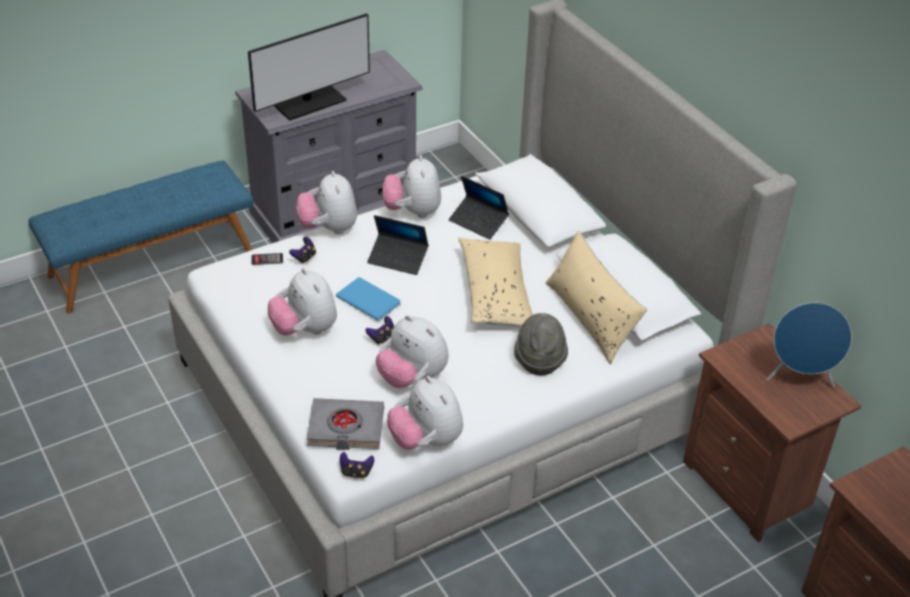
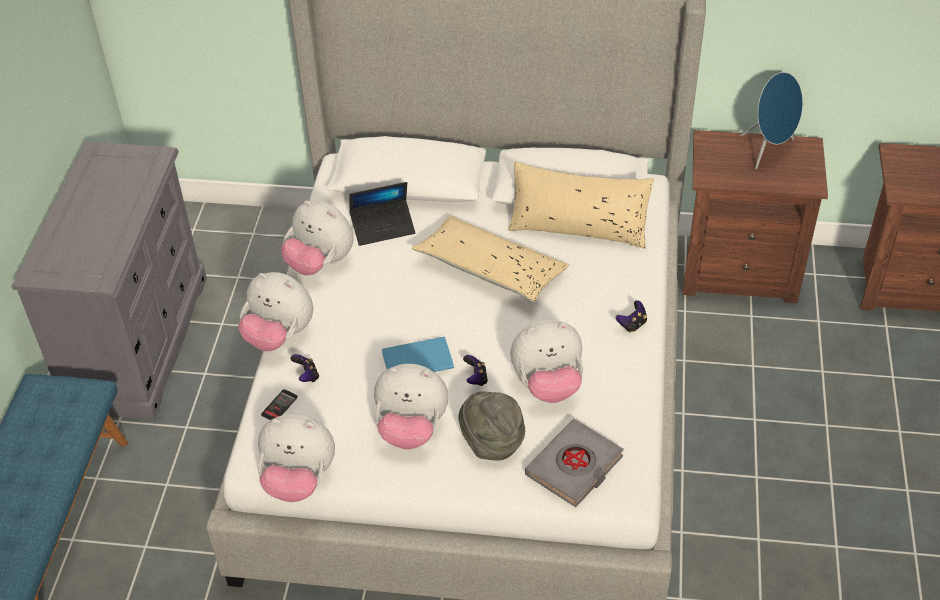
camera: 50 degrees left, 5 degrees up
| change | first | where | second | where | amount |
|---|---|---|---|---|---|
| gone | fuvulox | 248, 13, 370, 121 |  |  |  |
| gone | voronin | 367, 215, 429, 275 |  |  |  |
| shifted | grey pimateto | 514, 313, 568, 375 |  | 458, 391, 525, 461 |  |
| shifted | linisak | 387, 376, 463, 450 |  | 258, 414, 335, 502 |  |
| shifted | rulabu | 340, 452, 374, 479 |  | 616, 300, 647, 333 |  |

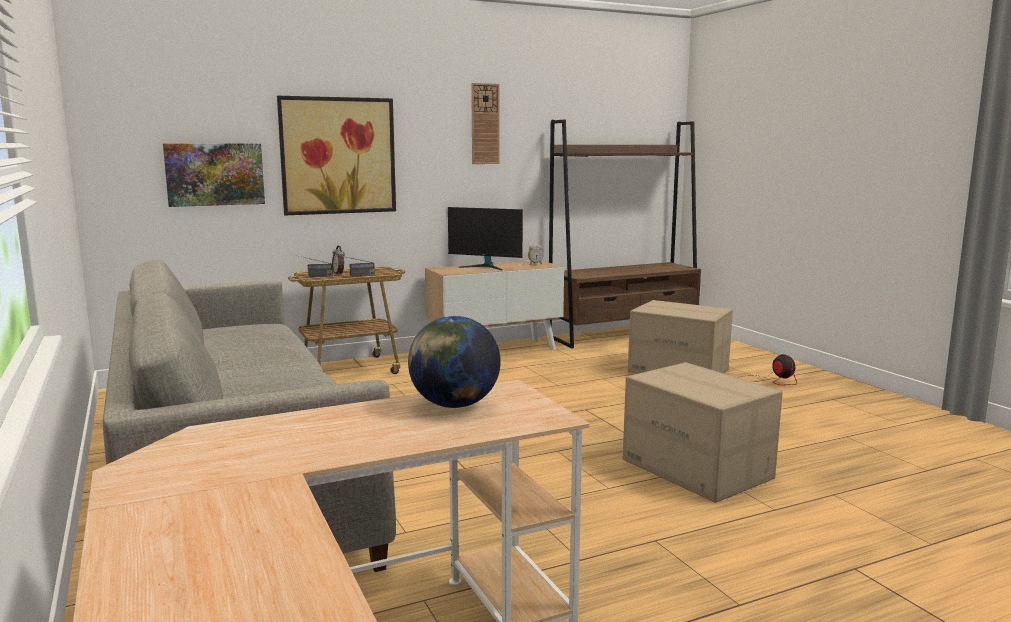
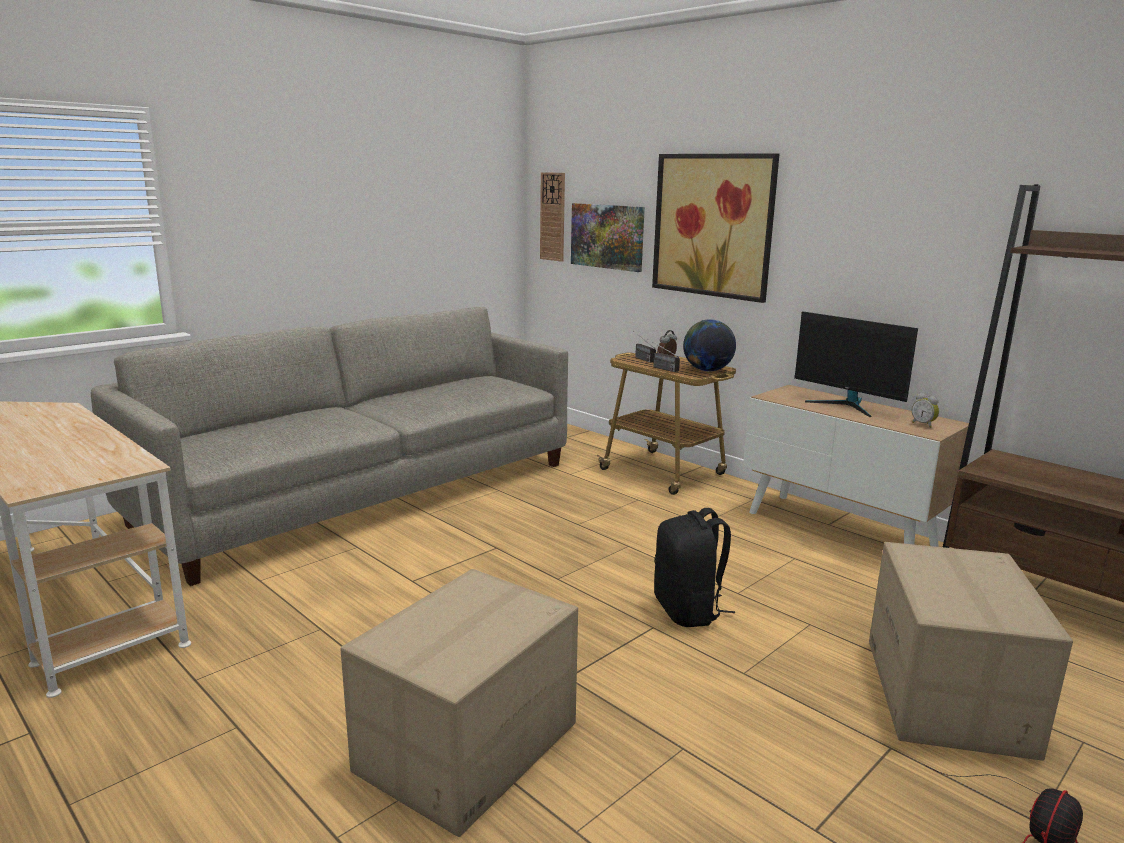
camera: 70 degrees right, 5 degrees up
| change | first | where | second | where | amount |
|---|---|---|---|---|---|
| shifted | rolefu | 471, 83, 500, 164 |  | 540, 172, 565, 262 |  |
| rotated | fuvulox | 448, 207, 523, 270 |  | 794, 311, 918, 417 | 45 degrees counterclockwise |
| shifted | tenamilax | 408, 316, 501, 408 |  | 683, 319, 736, 371 |  |
| new |  |  | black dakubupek | 654, 508, 735, 627 |  |

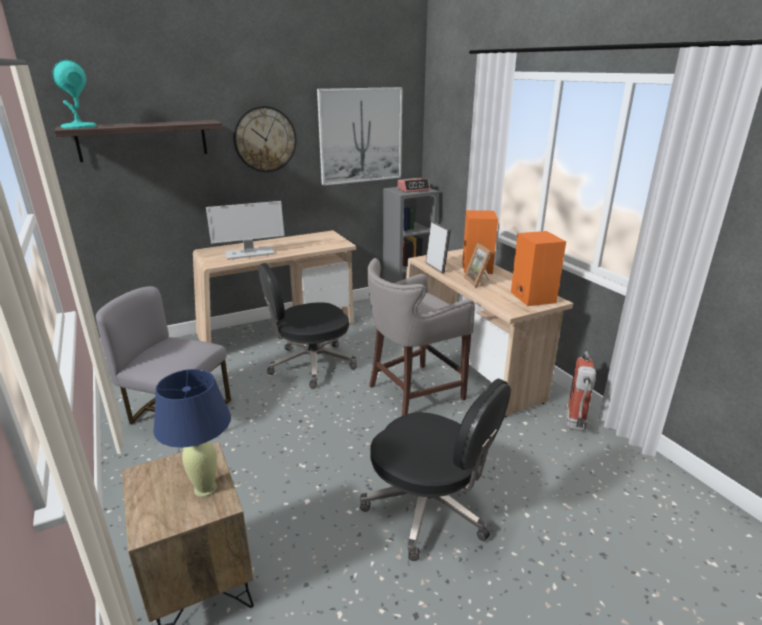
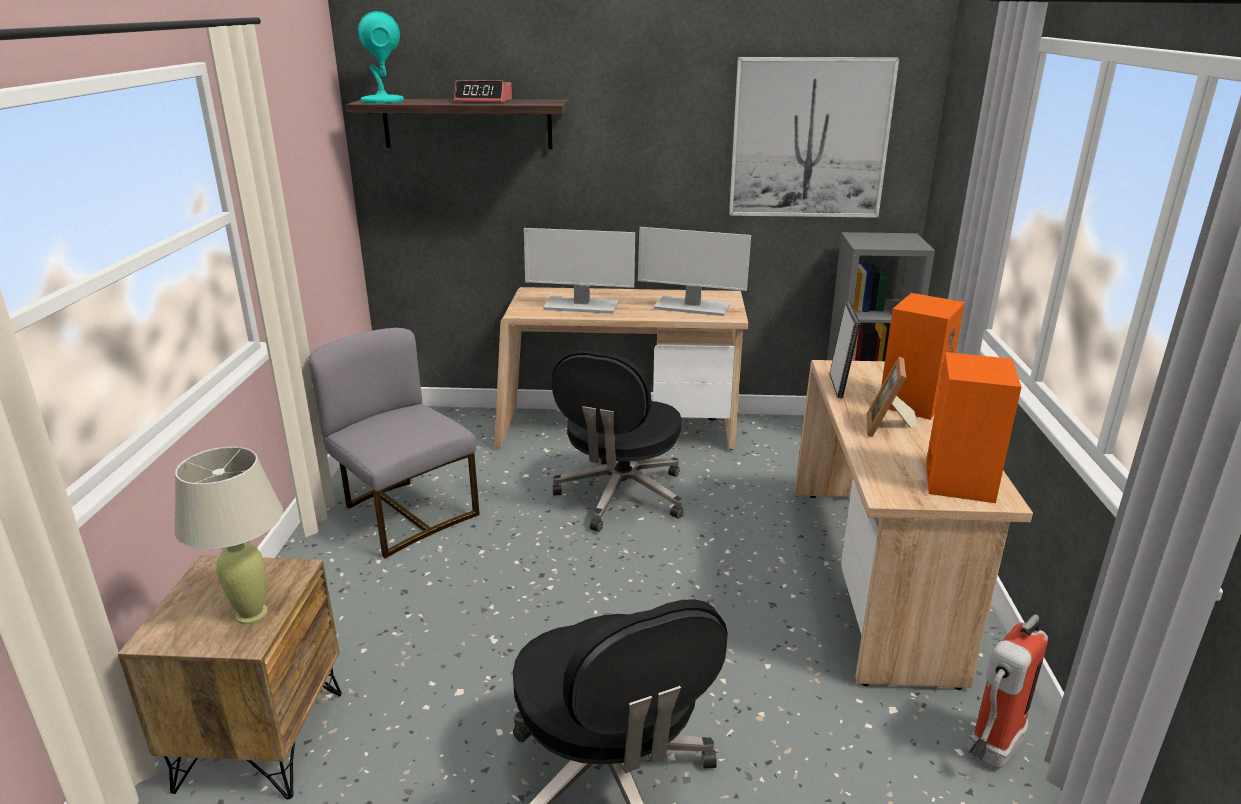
camera: 30 degrees right, 0 degrees up
| change | first | where | second | where | amount |
|---|---|---|---|---|---|
| gone | rolefu | 233, 106, 296, 172 |  |  |  |
| shifted | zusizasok | 398, 178, 430, 192 |  | 454, 80, 512, 103 |  |
| gone | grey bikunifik | 367, 258, 475, 416 |  |  |  |
| rotated | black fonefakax | 258, 263, 357, 389 |  | 552, 350, 683, 532 | 75 degrees counterclockwise |
| repainted | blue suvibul | 154, 369, 231, 497 | beige suvibul | 174, 447, 283, 624 |  |
| new |  |  | fuvulox | 638, 227, 751, 316 |  |

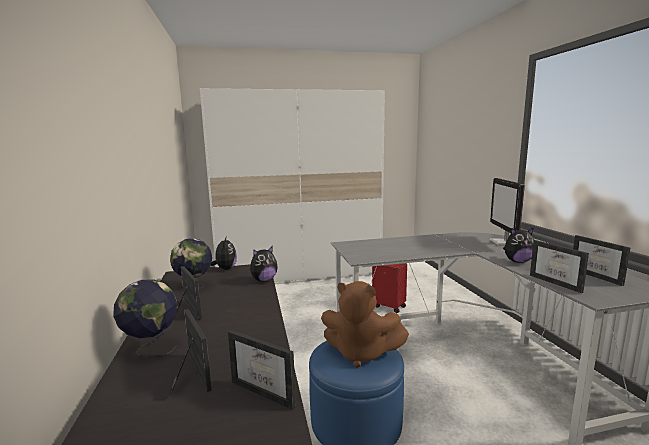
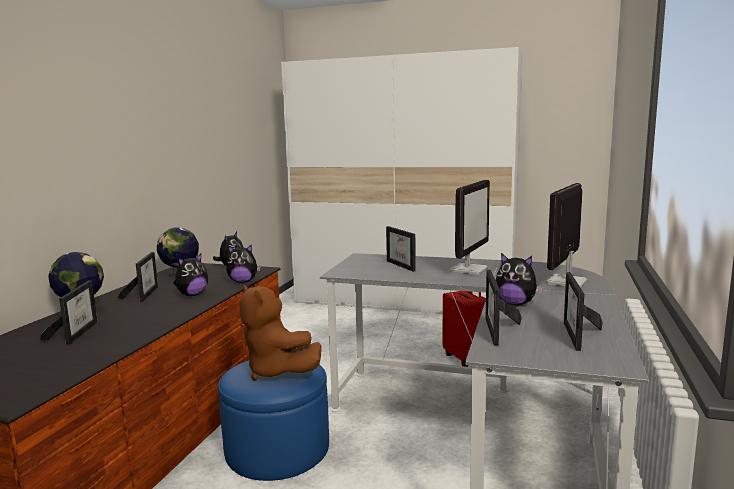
camera: 30 degrees right, 0 degrees up
| change | first | where | second | where | amount |
|---|---|---|---|---|---|
| shifted | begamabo | 228, 330, 296, 410 |  | 386, 226, 416, 272 |  |
| new |  |  | fuvulox | 450, 180, 490, 274 |  |
| new |  |  | linisak | 173, 254, 208, 296 |  |

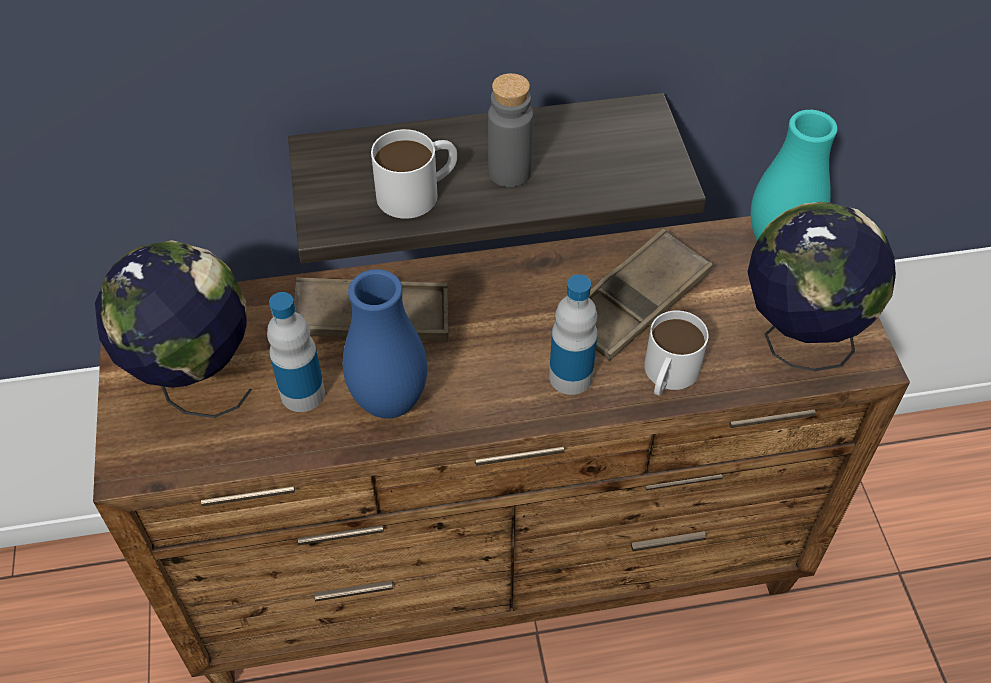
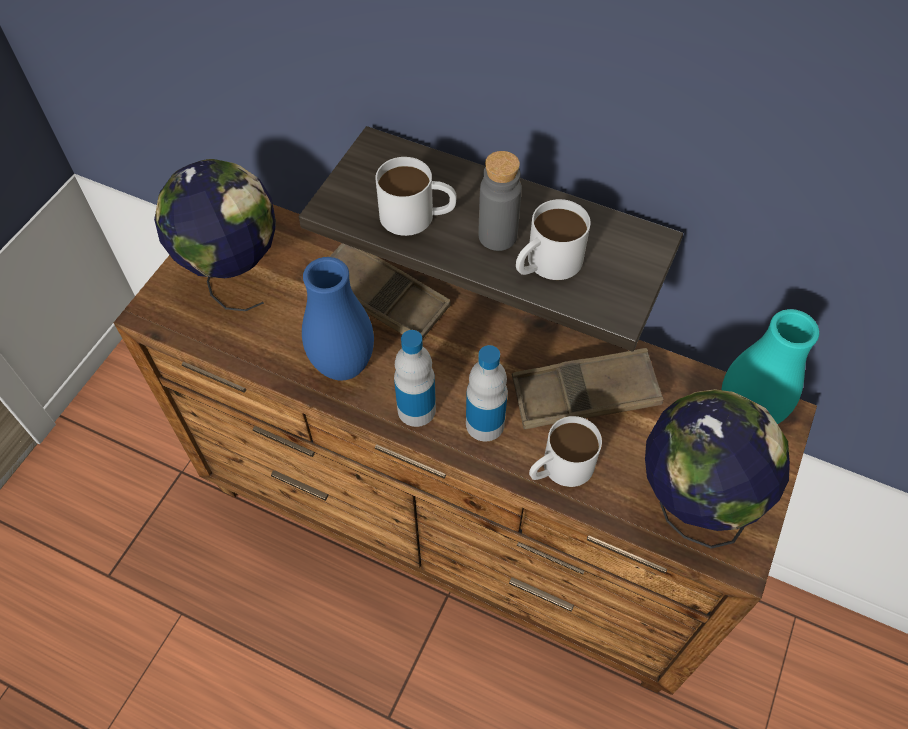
camera: 35 degrees right, 5 degrees up
| change | first | where | second | where | amount |
|---|---|---|---|---|---|
| shifted | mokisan | 267, 292, 325, 412 |  | 394, 330, 436, 427 |  |
| new |  |  | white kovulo | 516, 199, 591, 280 |  |

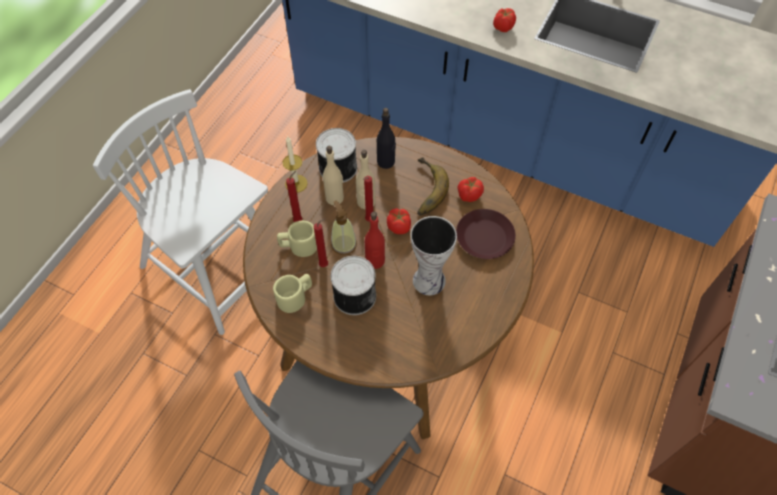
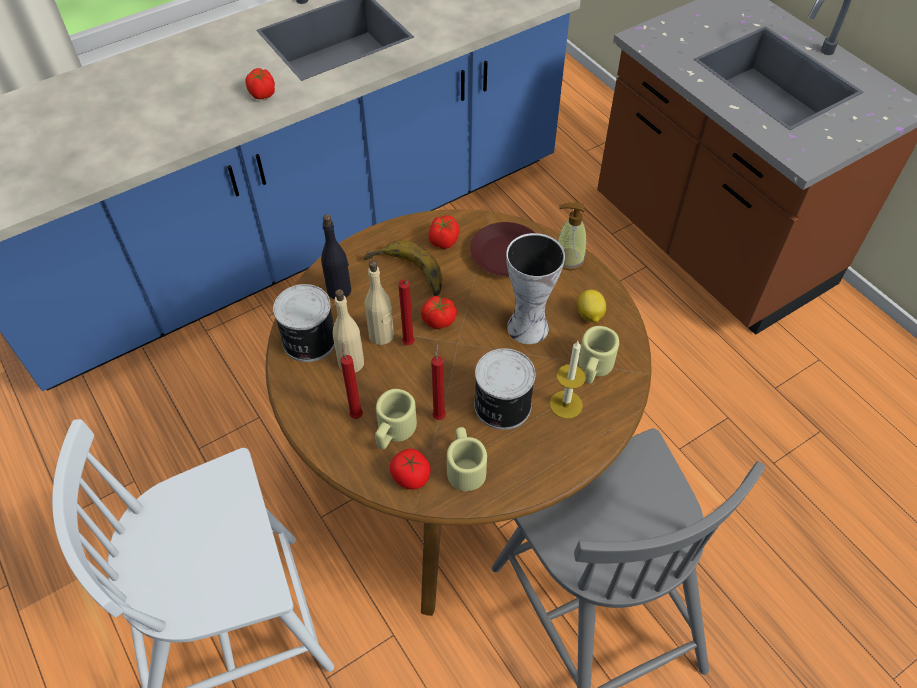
camera: 60 degrees left, 5 degrees down
| change | first | where | second | where | amount |
|---|---|---|---|---|---|
| shifted | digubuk | 282, 137, 308, 193 |  | 550, 341, 586, 419 |  |
| shifted | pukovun | 331, 201, 357, 255 |  | 558, 202, 586, 270 |  |
| gone | red mokisan | 365, 212, 385, 269 |  |  |  |
| new |  |  | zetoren | 577, 290, 606, 323 |  |
| new |  |  | beige kovulo | 578, 326, 619, 384 |  |
| new |  |  | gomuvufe | 390, 449, 431, 490 |  |

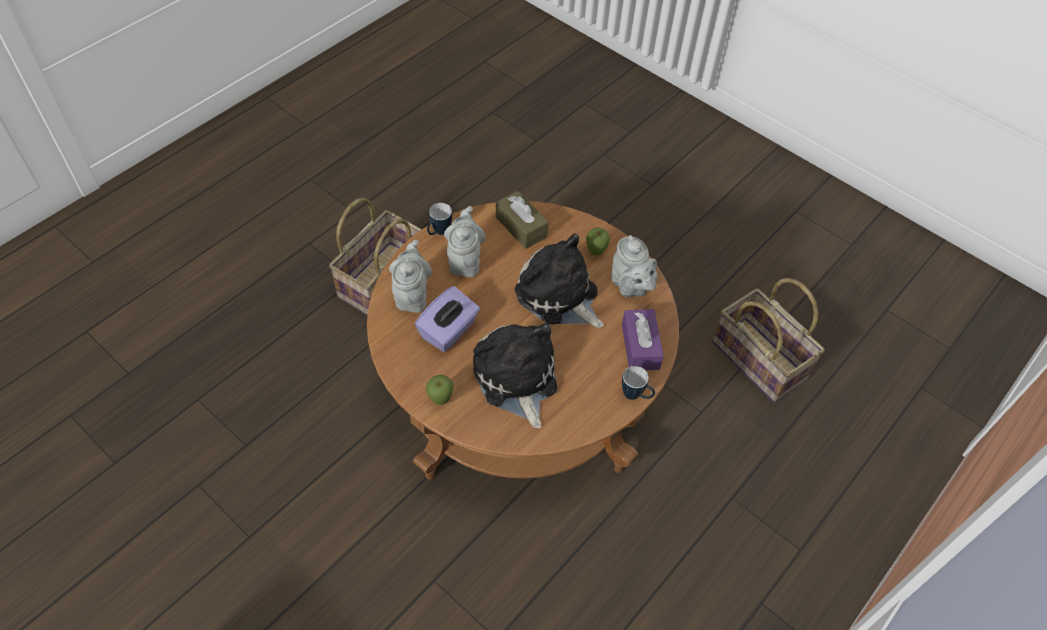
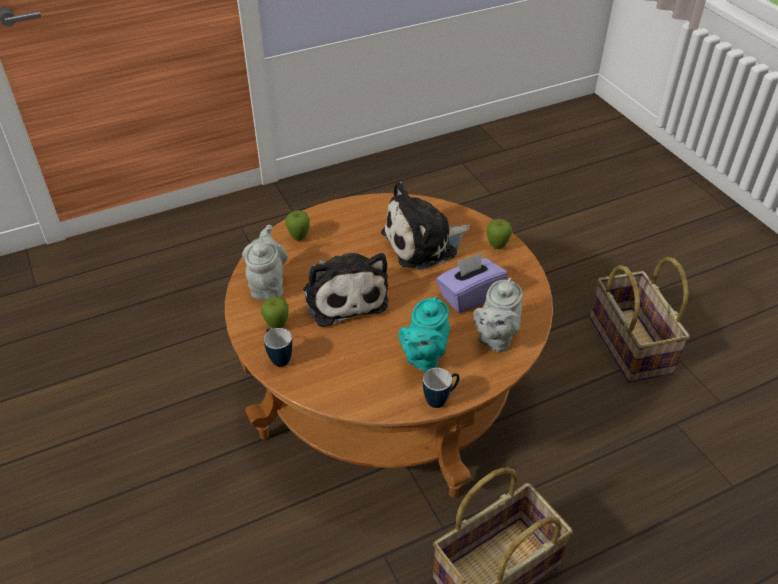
camera: 155 degrees left, 10 degrees down
| change | first | where | second | where | amount |
|---|---|---|---|---|---|
| gone | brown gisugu | 496, 191, 549, 249 |  |  |  |
| repainted | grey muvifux | 444, 206, 486, 277 | turquoise muvifux | 399, 296, 450, 372 |  |
| shifted | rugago | 712, 278, 825, 403 |  | 590, 257, 690, 383 |  |
| swapped | purple gisugu | 622, 309, 664, 370 | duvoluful | 286, 210, 310, 241 |  |
| rotated | linisak | 473, 323, 557, 429 |  | 381, 182, 470, 270 | 60 degrees clockwise |
| shifted | kovulo | 622, 366, 655, 400 |  | 264, 328, 292, 367 |  |

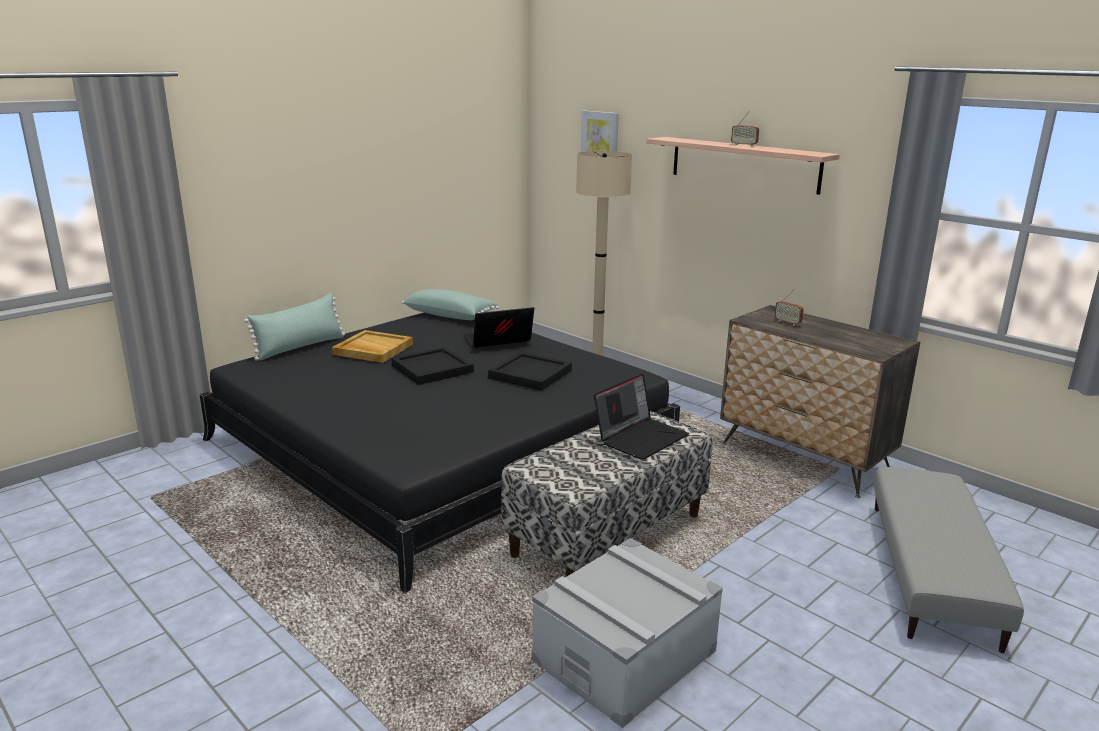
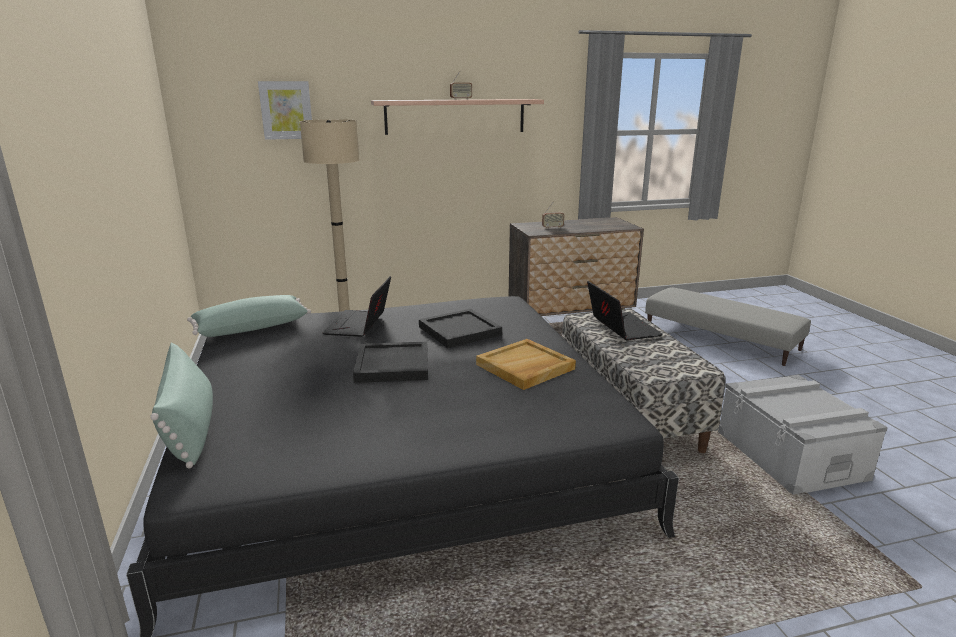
camera: 60 degrees left, 0 degrees up
| change | first | where | second | where | amount |
|---|---|---|---|---|---|
| shifted | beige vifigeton | 332, 330, 413, 363 |  | 476, 339, 576, 390 |  |

